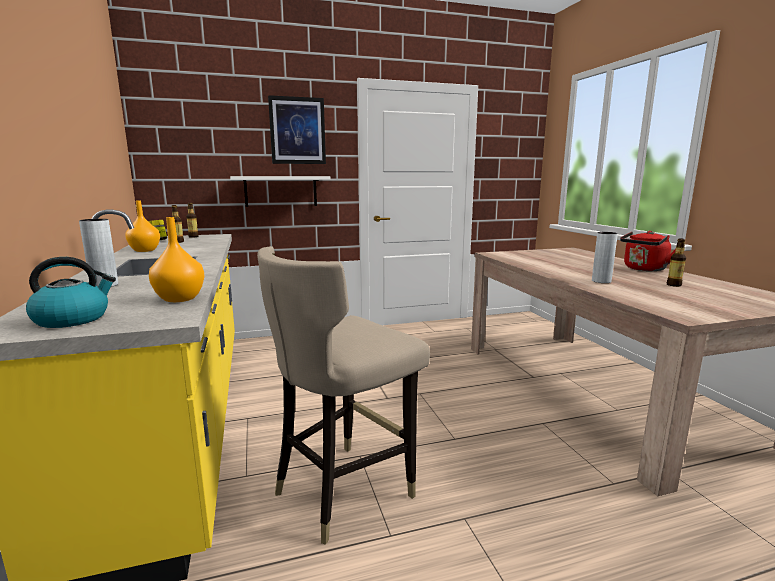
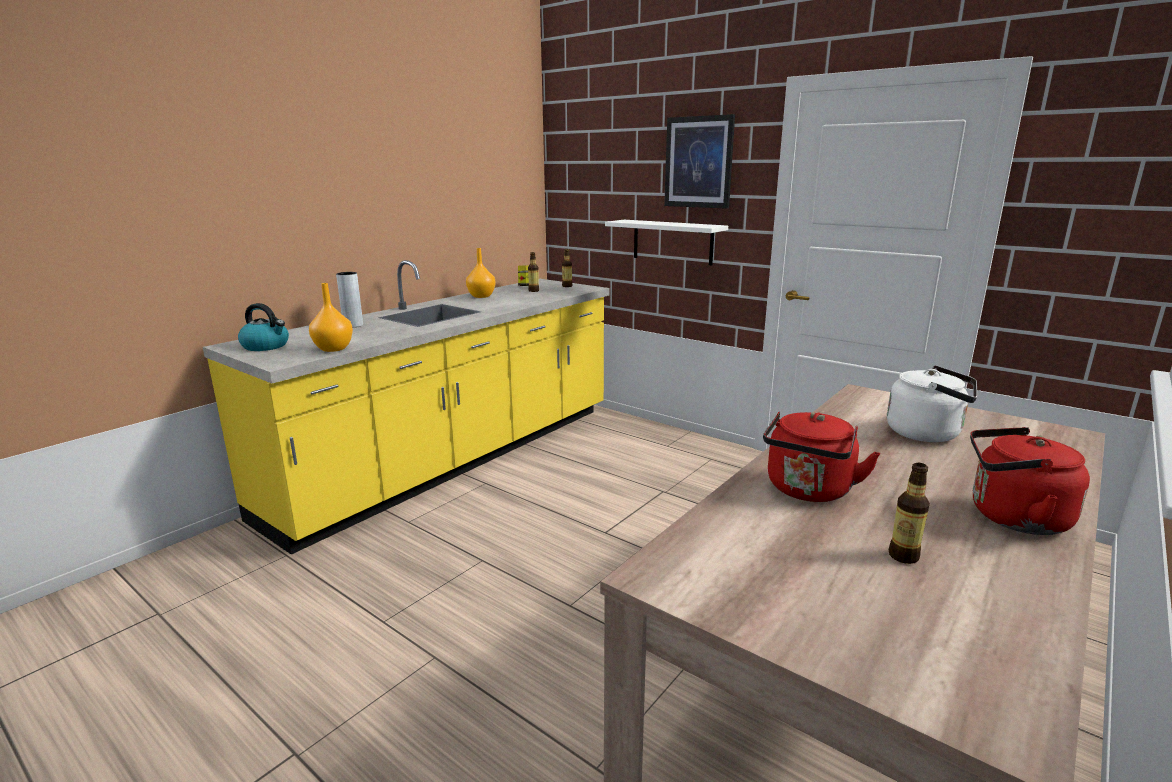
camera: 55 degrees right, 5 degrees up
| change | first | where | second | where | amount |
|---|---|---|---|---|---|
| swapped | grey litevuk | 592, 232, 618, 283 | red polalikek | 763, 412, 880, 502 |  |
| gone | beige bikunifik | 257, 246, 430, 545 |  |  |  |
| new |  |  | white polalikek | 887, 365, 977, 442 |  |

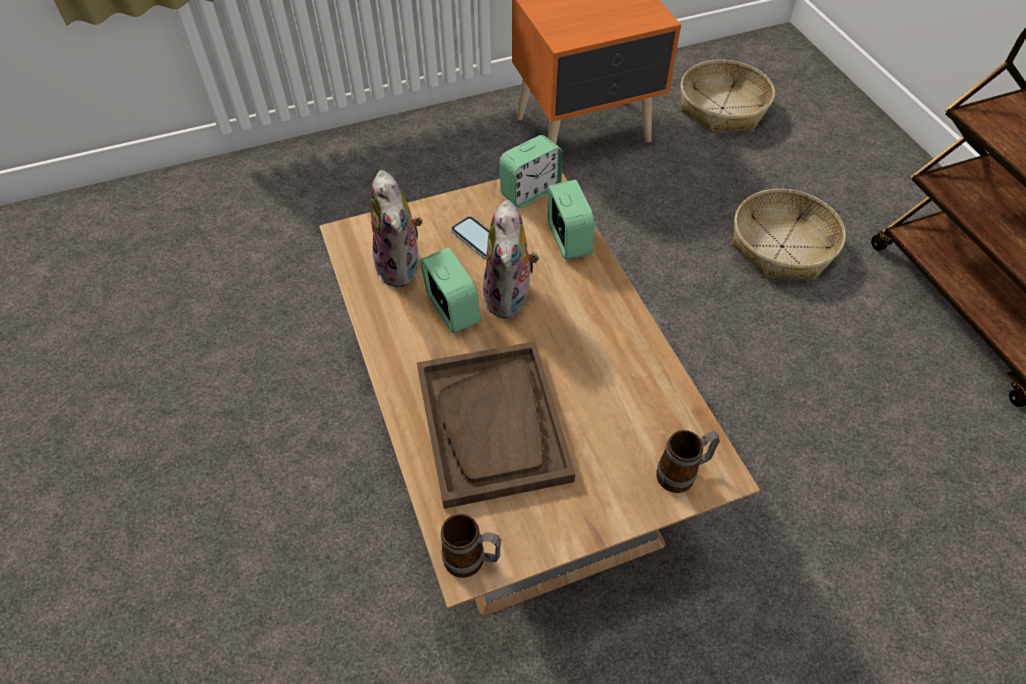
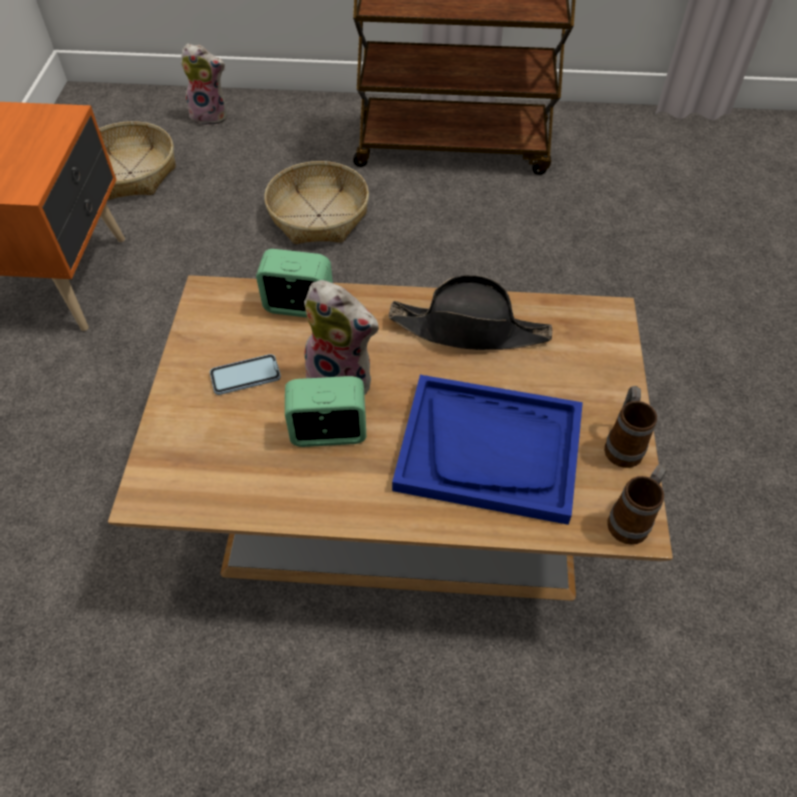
camera: 65 degrees left, 0 degrees up
| change | first | where | second | where | amount |
|---|---|---|---|---|---|
| gone | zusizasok | 499, 135, 563, 208 |  |  |  |
| shifted | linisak | 370, 170, 423, 287 |  | 181, 43, 227, 125 |  |
| repainted | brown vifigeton | 417, 341, 575, 509 | blue vifigeton | 392, 375, 583, 525 |  |
| shifted | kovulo | 656, 430, 720, 493 |  | 604, 386, 657, 468 |  |
| new |  |  | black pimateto | 389, 275, 553, 350 |  |

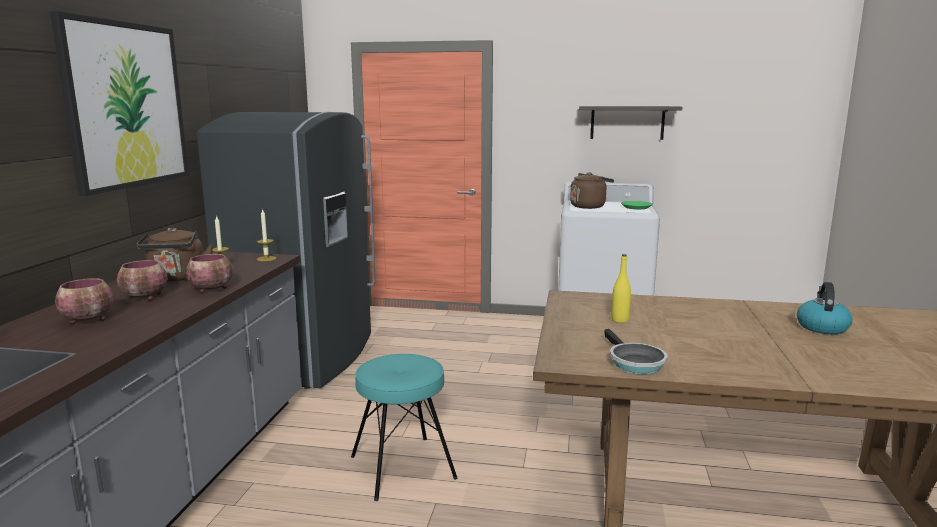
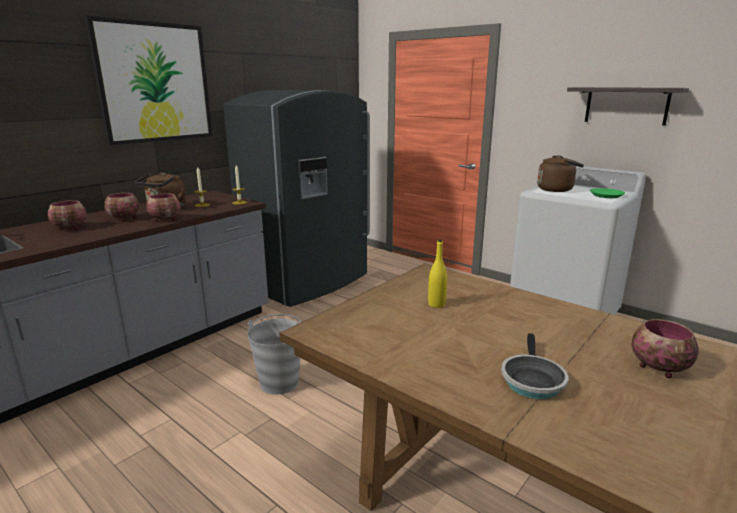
camera: 30 degrees right, 5 degrees up
| change | first | where | second | where | amount |
|---|---|---|---|---|---|
| swapped | polalikek | 797, 282, 853, 334 | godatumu | 632, 319, 699, 378 |  |
| shifted | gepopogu | 604, 329, 668, 374 |  | 501, 333, 569, 399 |  |
| swapped | turquoise bikunifik | 351, 354, 458, 501 | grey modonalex | 248, 314, 301, 395 |  |

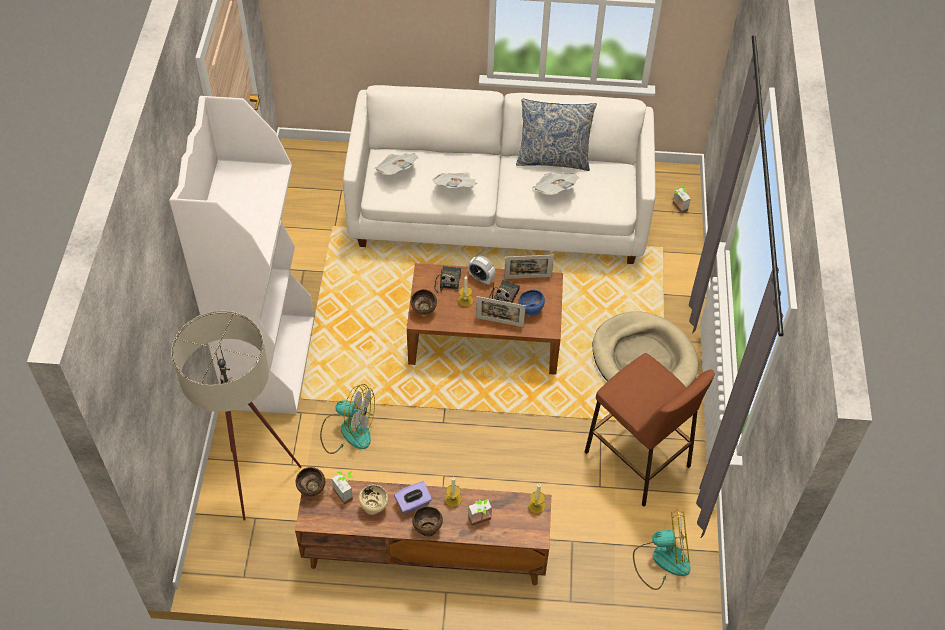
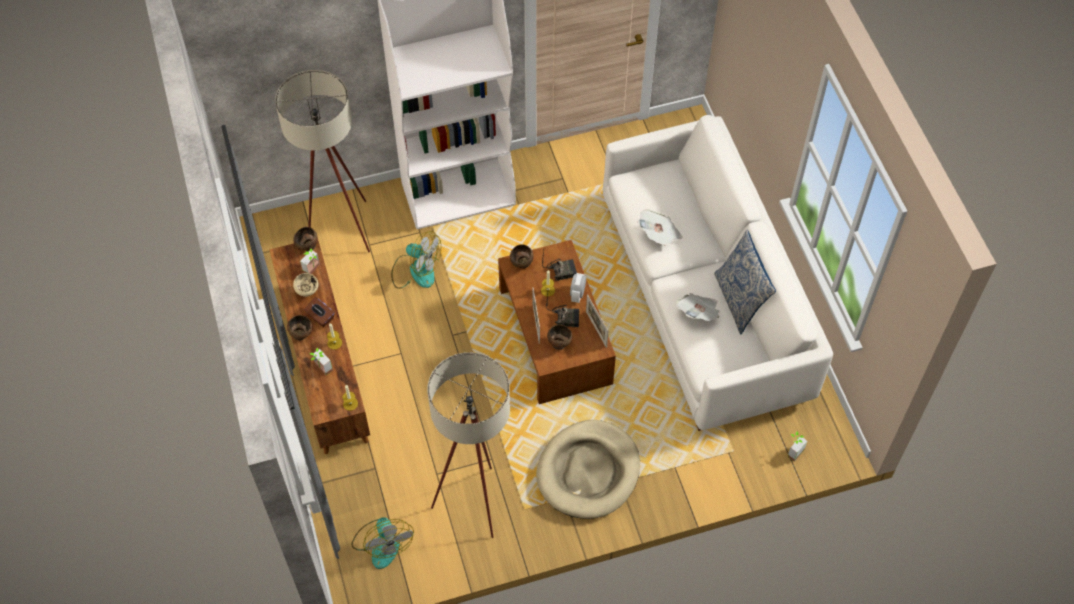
camera: 70 degrees right, 5 degrees up
| change | first | where | second | where | amount |
|---|---|---|---|---|---|
| gone | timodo | 374, 153, 419, 175 |  |  |  |
| repainted | blue godatumu | 518, 290, 545, 316 | brown godatumu | 547, 324, 572, 350 |  |
| swapped | brown bikunifik | 585, 353, 715, 507 | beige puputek | 428, 352, 510, 538 |  |
| rotated | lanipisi | 320, 384, 375, 454 |  | 391, 231, 441, 289 | 60 degrees counterclockwise |
| repainted | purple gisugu | 394, 481, 432, 514 | brown gisugu | 304, 297, 335, 327 |  |

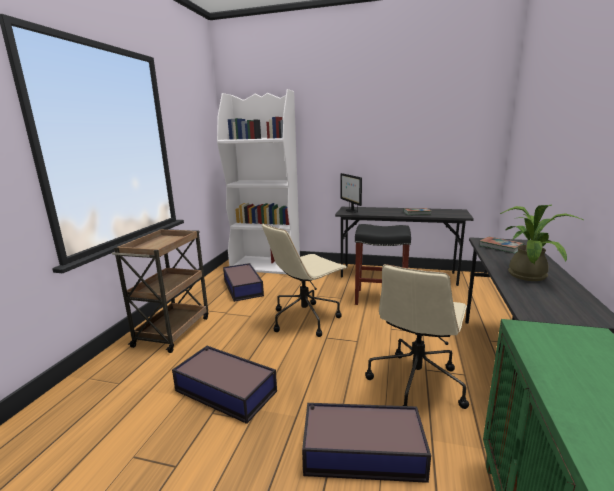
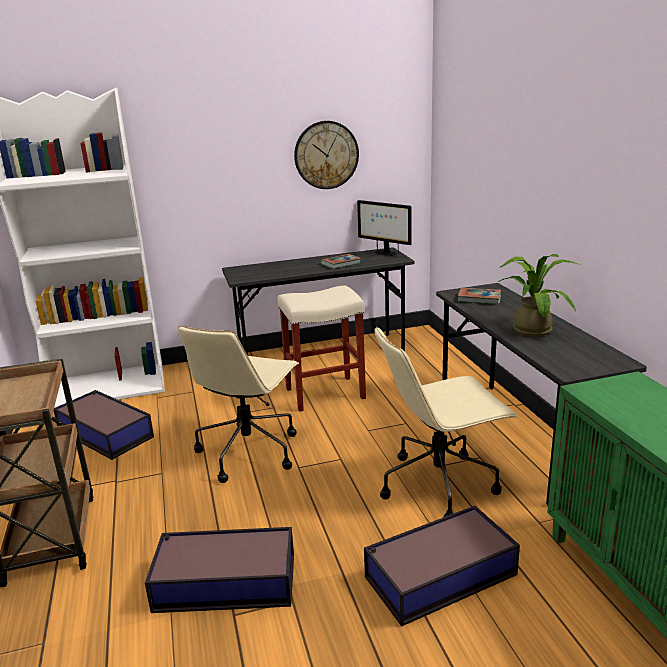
camera: 30 degrees left, 5 degrees up
| change | first | where | second | where | amount |
|---|---|---|---|---|---|
| shifted | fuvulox | 340, 173, 362, 213 |  | 357, 200, 412, 256 |  |
| repainted | black bikunifik | 355, 224, 411, 305 | beige bikunifik | 278, 285, 366, 412 |  |
| rotated | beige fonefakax | 365, 264, 469, 409 |  | 374, 326, 518, 517 | 75 degrees clockwise |
| new |  |  | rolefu | 294, 121, 359, 189 |  |

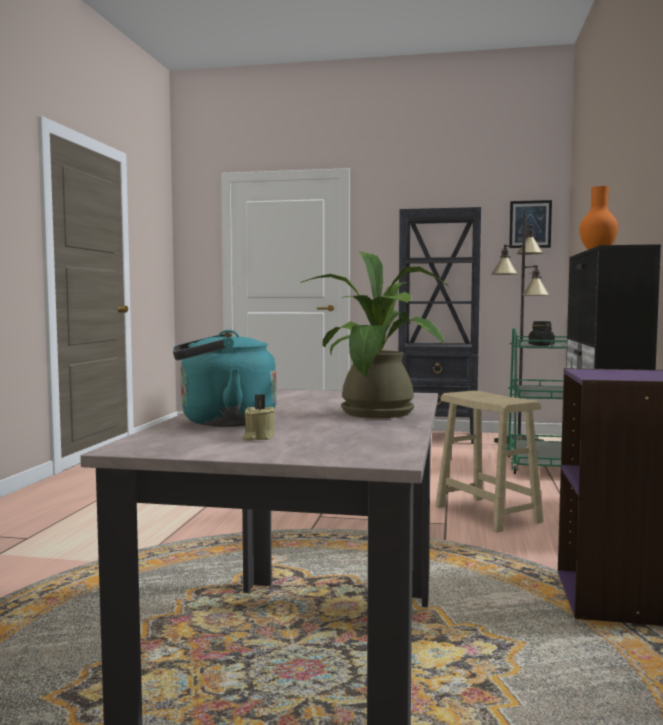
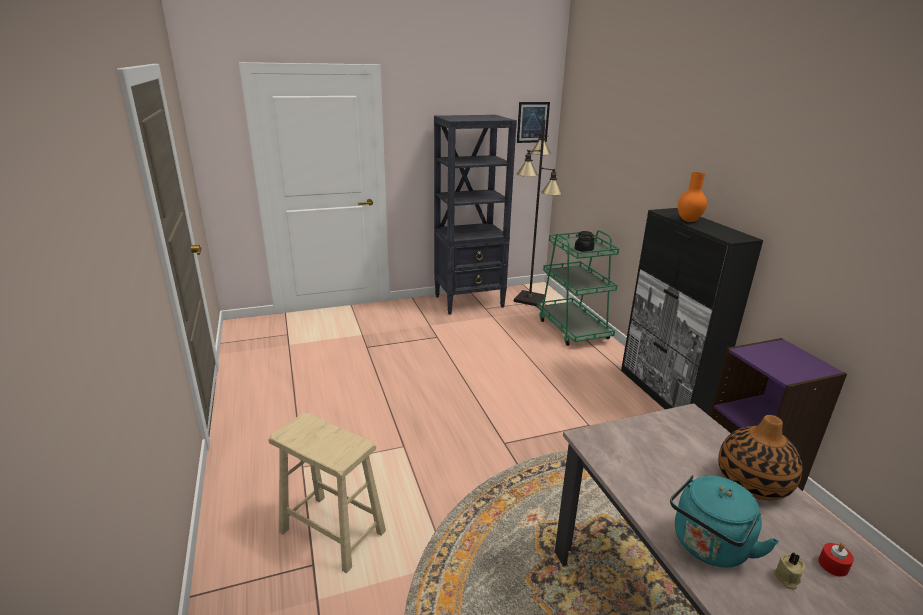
camera: 30 degrees left, 20 degrees up
| change | first | where | second | where | amount |
|---|---|---|---|---|---|
| swapped | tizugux | 300, 252, 449, 418 | litevuk | 718, 415, 802, 500 |  |
| shifted | beige bikunifik | 435, 391, 544, 532 |  | 268, 413, 386, 573 |  |
| new |  |  | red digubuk | 818, 543, 854, 577 |  |

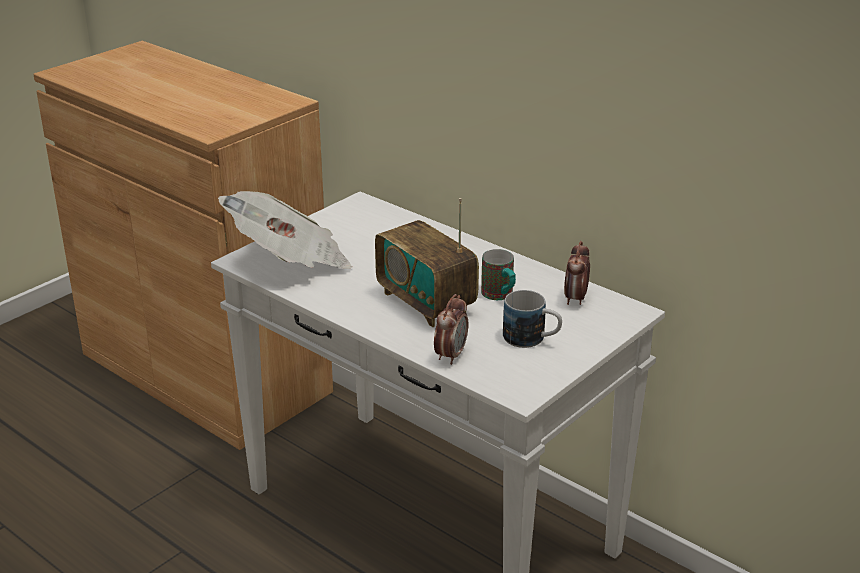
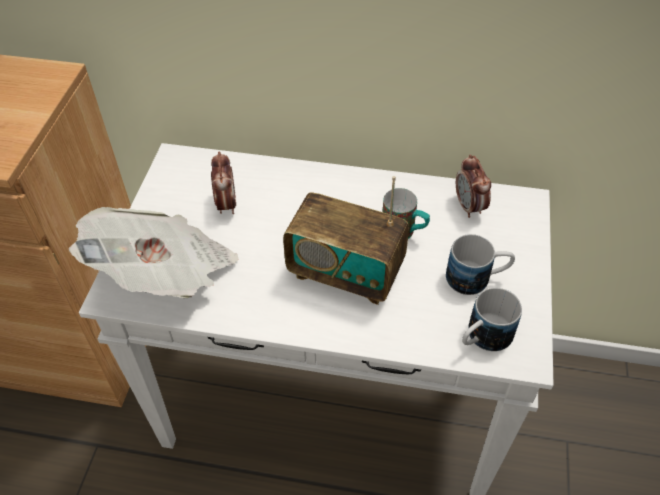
camera: 30 degrees left, 20 degrees up
| change | first | where | second | where | amount |
|---|---|---|---|---|---|
| shifted | zusizasok | 434, 294, 468, 365 |  | 211, 152, 236, 214 |  |
| new |  |  | kovulo | 462, 288, 522, 351 |  |

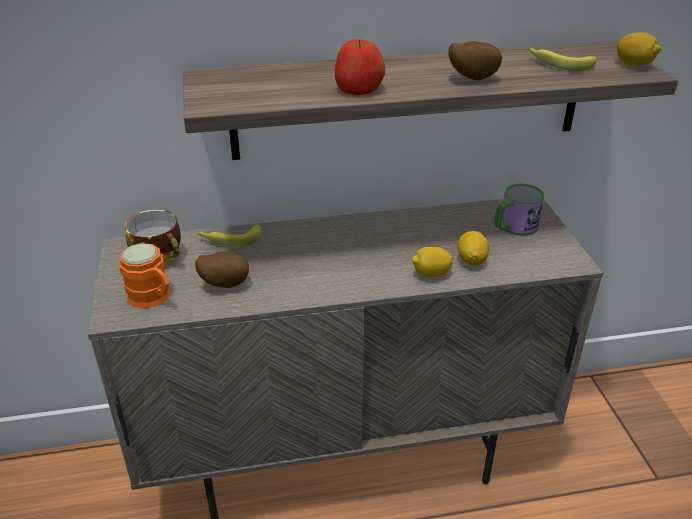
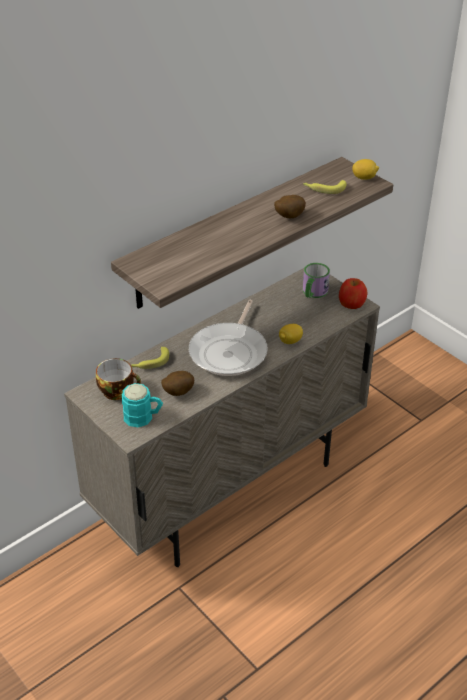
camera: 30 degrees left, 5 degrees up
| change | first | where | second | where | amount |
|---|---|---|---|---|---|
| shifted | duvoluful | 335, 39, 385, 95 |  | 339, 278, 367, 309 |  |
| gone | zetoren | 458, 231, 489, 265 |  |  |  |
| repainted | orange kovulo | 120, 243, 170, 308 | turquoise kovulo | 122, 383, 163, 427 |  |
| new |  |  | gepopogu | 189, 300, 268, 376 |  |

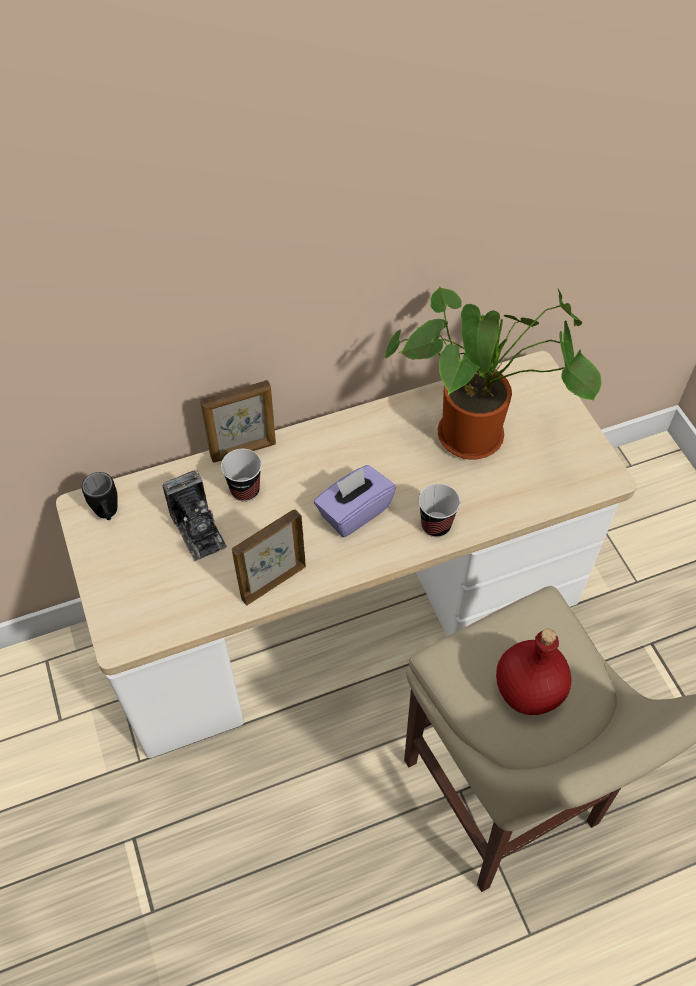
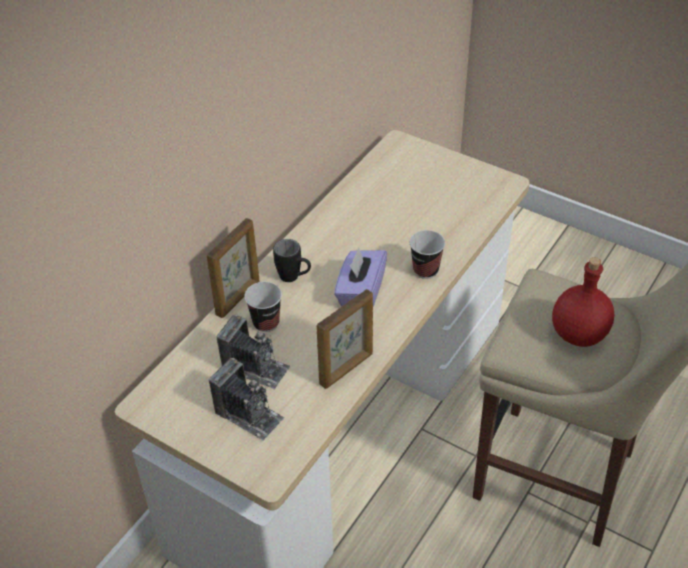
camera: 35 degrees left, 10 degrees down
| change | first | where | second | where | amount |
|---|---|---|---|---|---|
| gone | tizugux | 384, 286, 602, 459 |  |  |  |
| shifted | black kovulo | 82, 472, 118, 520 |  | 273, 239, 311, 282 |  |
| rotated | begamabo | 232, 509, 306, 606 |  | 317, 289, 373, 389 | 150 degrees counterclockwise |
| new |  |  | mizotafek | 209, 358, 284, 441 |  |

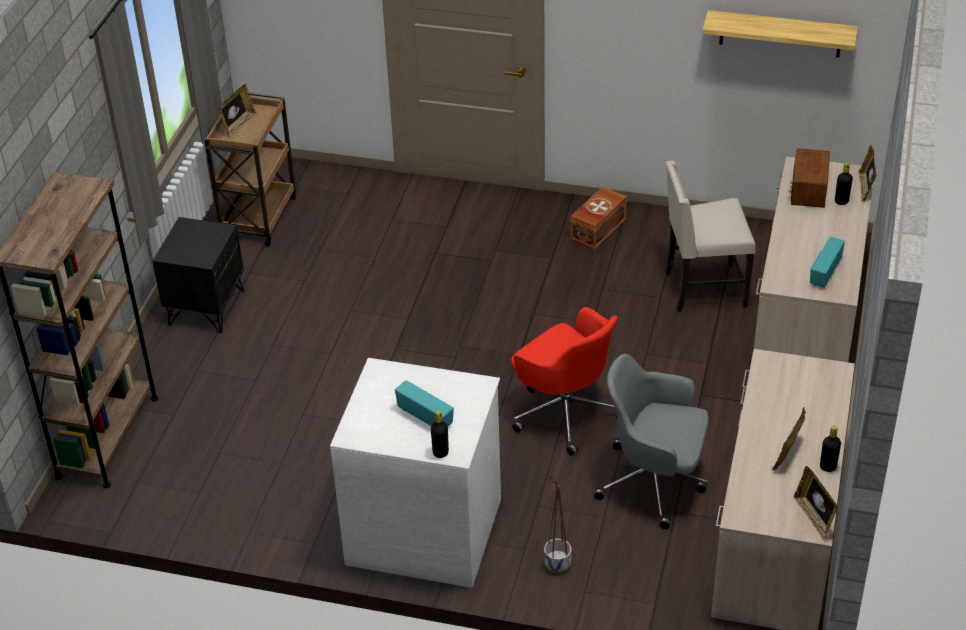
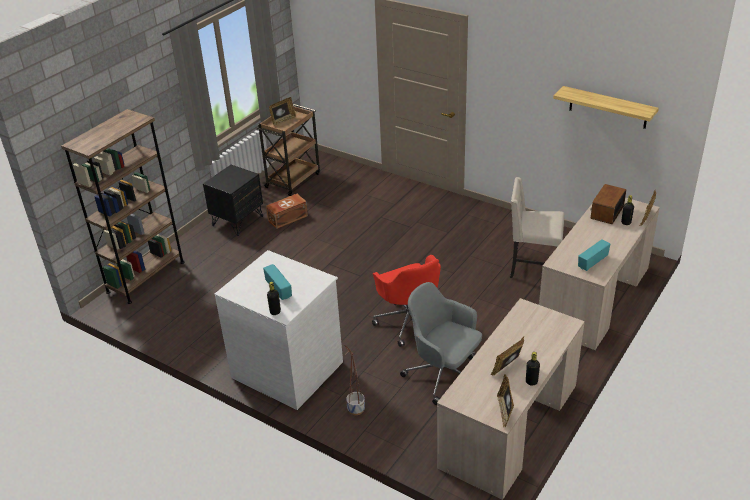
camera: 20 degrees right, 5 degrees down
| change | first | where | second | where | amount |
|---|---|---|---|---|---|
| shifted | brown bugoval | 570, 187, 627, 249 |  | 266, 194, 308, 229 |  |

